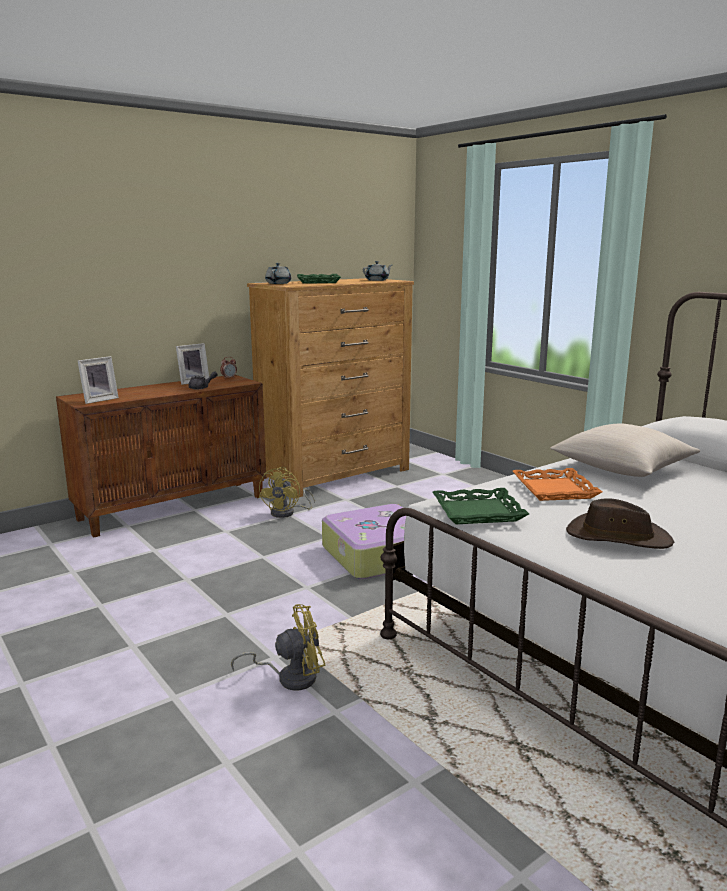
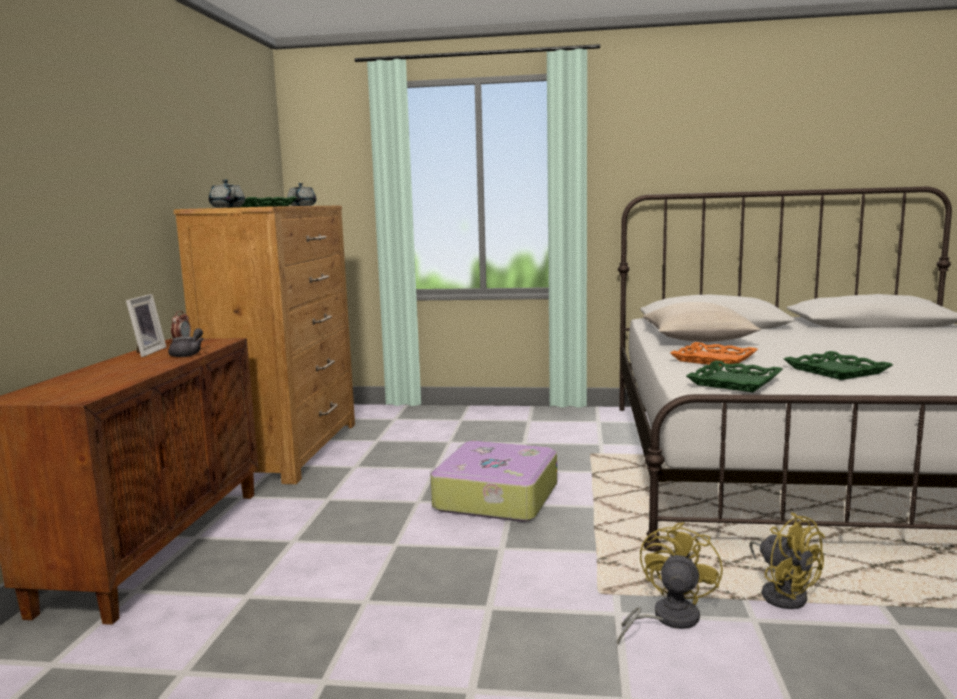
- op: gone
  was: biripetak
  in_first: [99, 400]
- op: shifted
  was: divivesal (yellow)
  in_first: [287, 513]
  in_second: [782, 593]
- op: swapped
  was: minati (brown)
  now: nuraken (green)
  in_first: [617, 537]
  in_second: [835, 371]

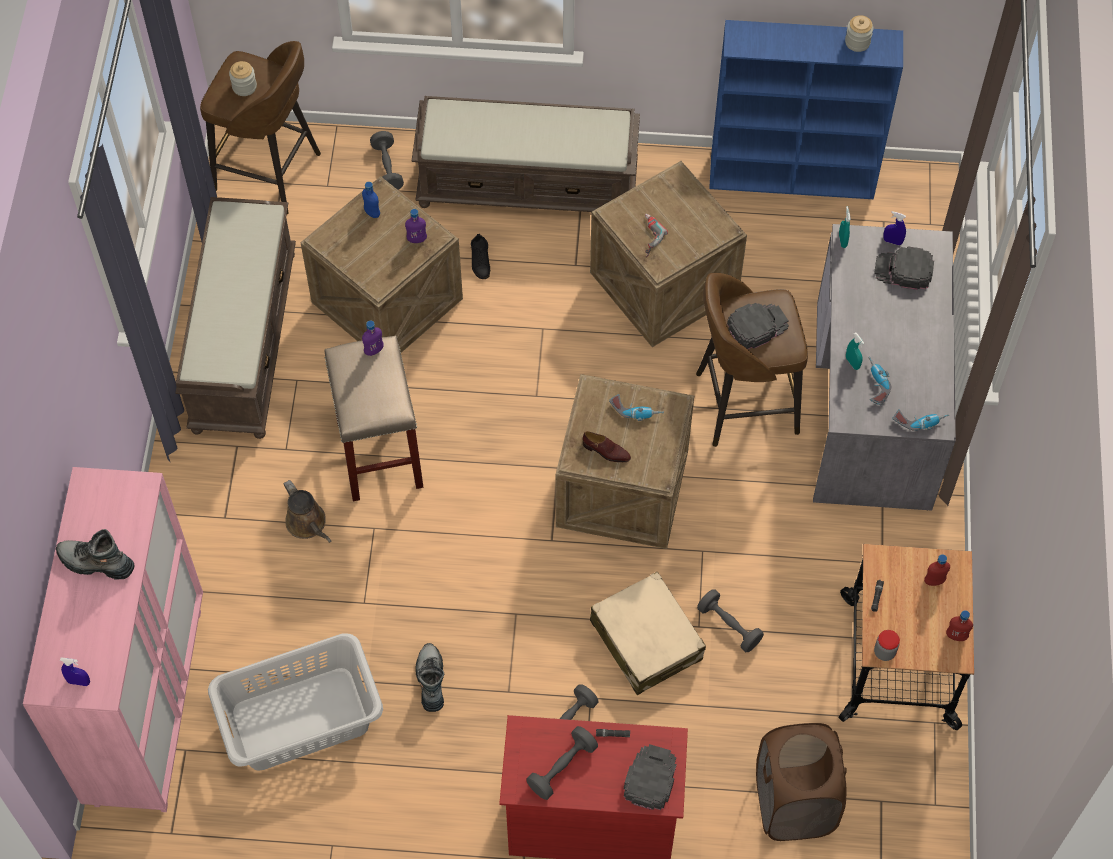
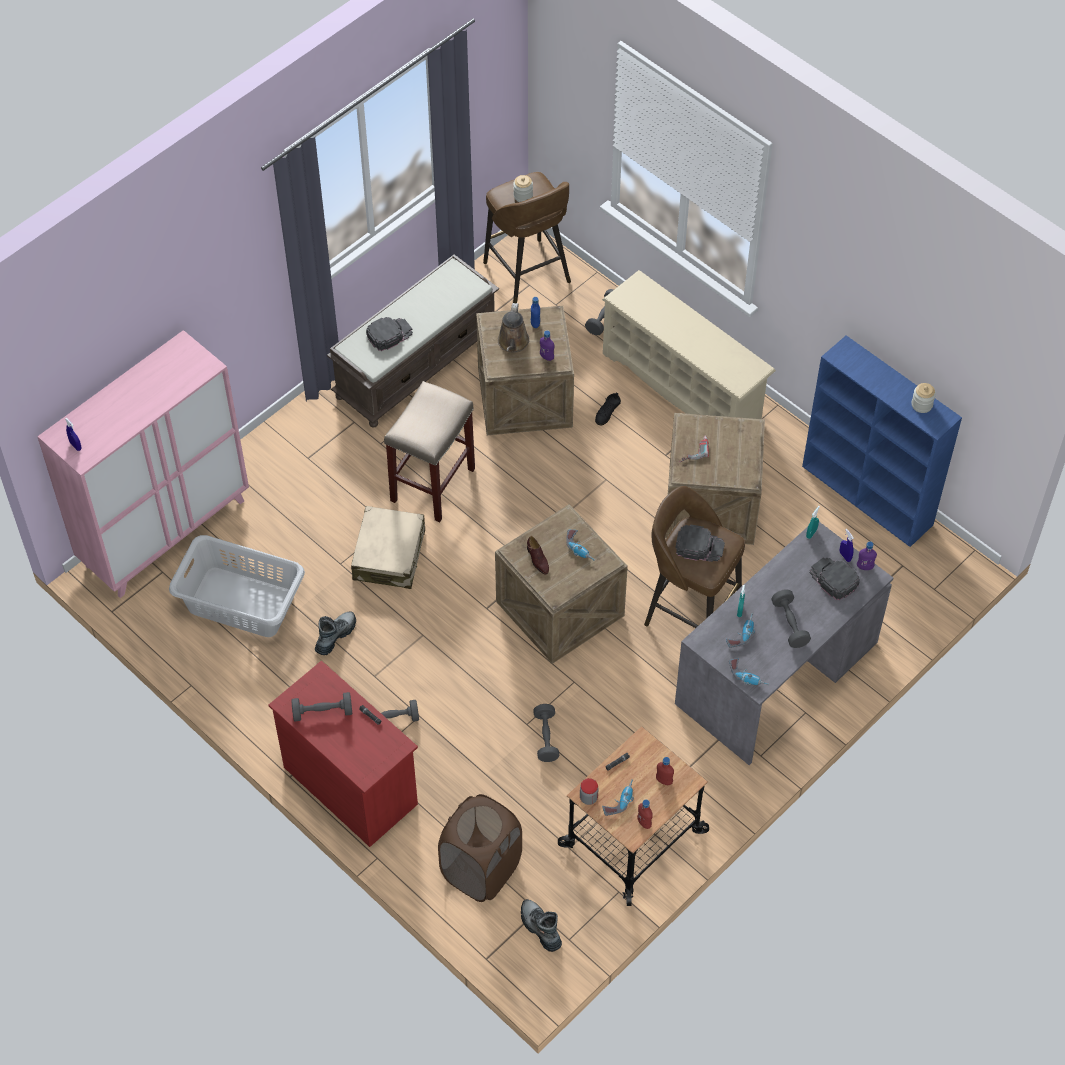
- op: swapped
  was: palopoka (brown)
  now: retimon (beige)
  in_first: [529, 185]
  in_second: [684, 386]
- op: shifted
  was: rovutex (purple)
  in_first: [374, 350]
  in_second: [864, 567]
- op: shifted
  was: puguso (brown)
  in_first: [308, 524]
  in_second: [513, 343]
- op: shifted
  was: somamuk
  in_first: [96, 563]
  in_second: [540, 928]
- op: shifted
  was: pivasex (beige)
  in_first: [646, 640]
  in_second: [389, 555]
- op: shifted
  was: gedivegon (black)
  in_first: [650, 778]
  in_second: [389, 334]
- op: new
  now: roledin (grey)
  in_second: [789, 624]
- op: new
  now: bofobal
  in_second: [619, 800]

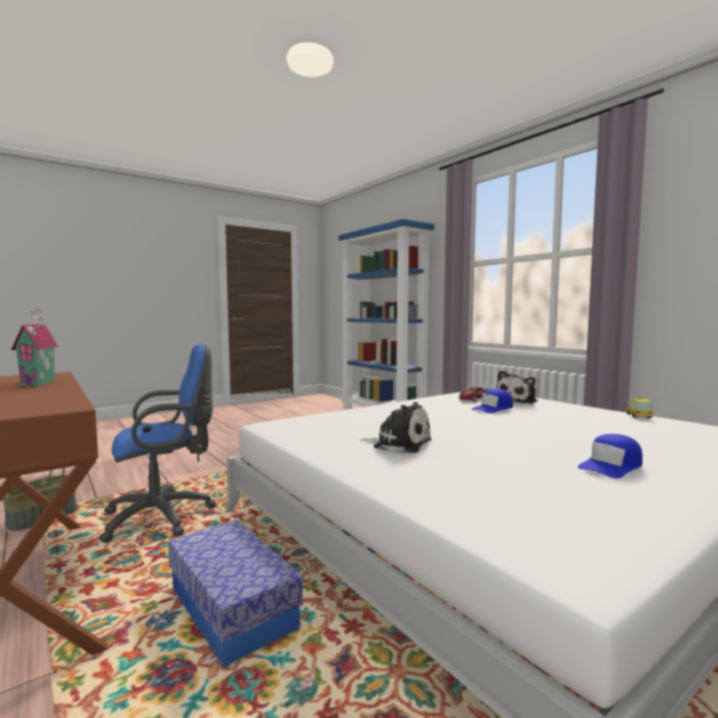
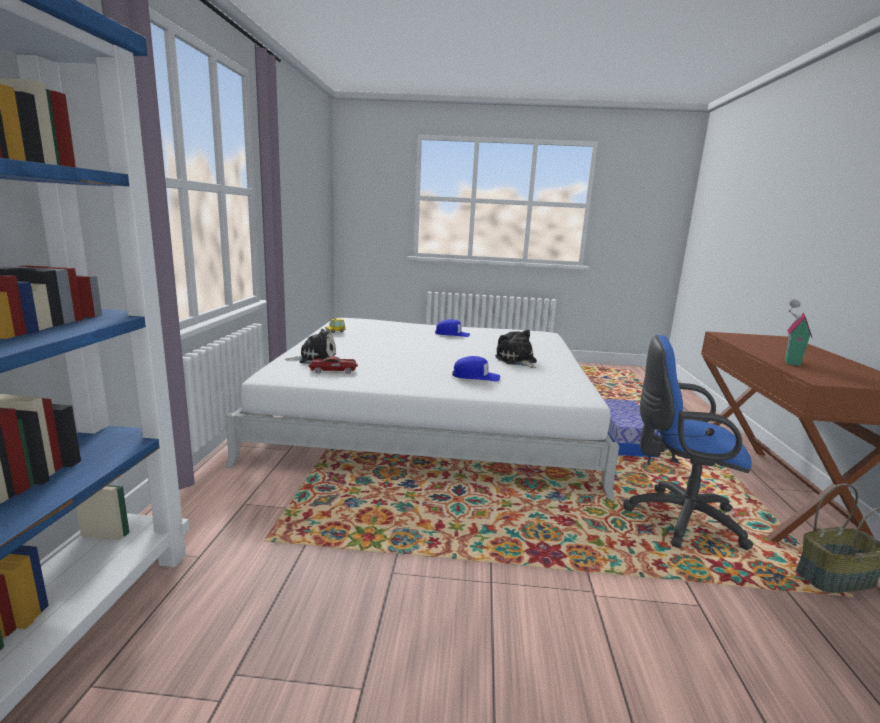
- op: shifted
  was: gedivegon (blue)
  in_first: [493, 408]
  in_second: [476, 376]

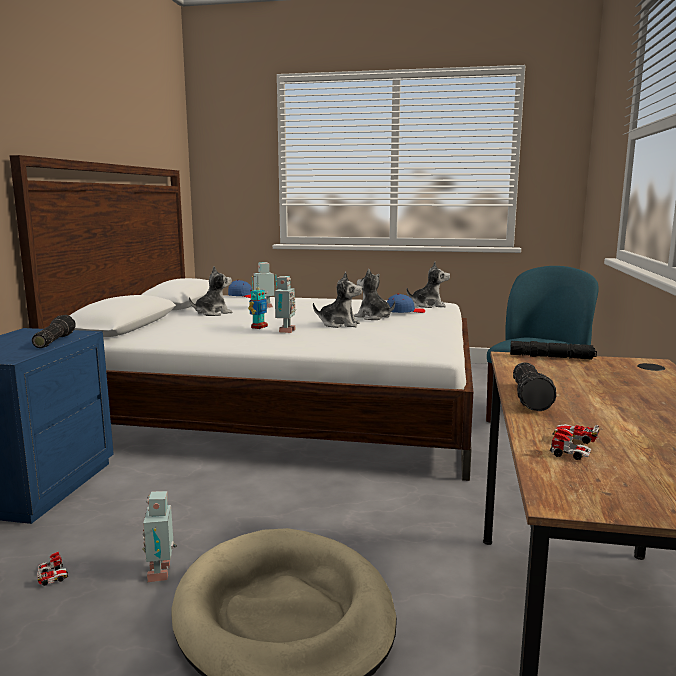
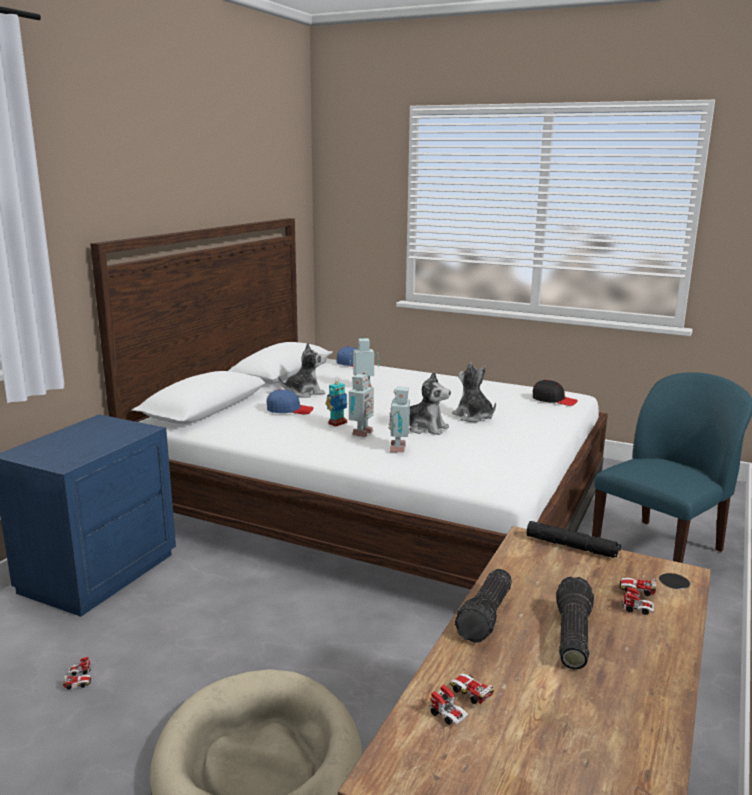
- op: swapped
  was: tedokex
  now: gedivegon (black)
  in_first: [429, 305]
  in_second: [553, 400]
- op: shifted
  was: gedivegon (blue)
  in_first: [405, 311]
  in_second: [289, 410]
- op: shifted
  was: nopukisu
  in_first: [53, 341]
  in_second: [570, 635]
- op: shifted
  was: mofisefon
  in_first: [162, 572]
  in_second: [400, 448]
- op: new
  now: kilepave
  in_second: [636, 600]

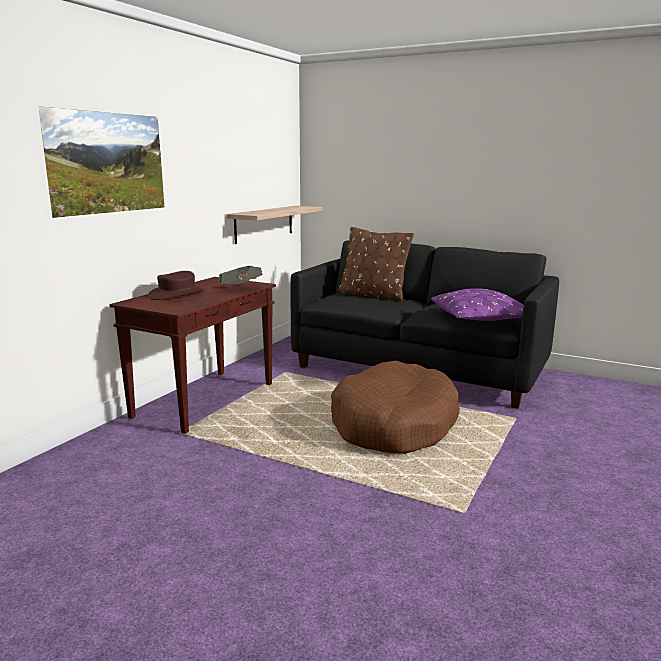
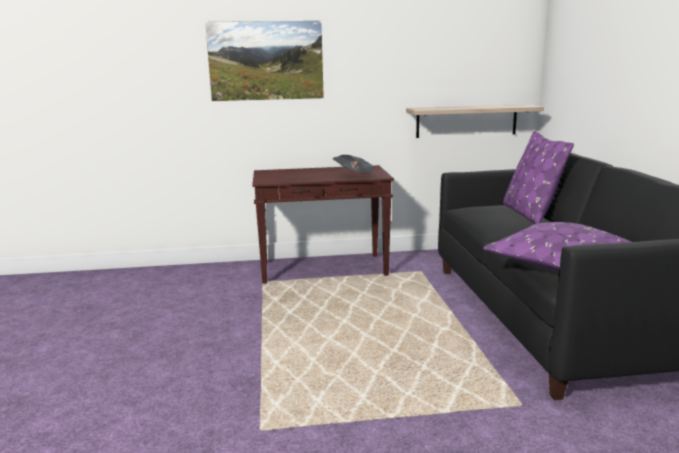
- op: repainted
  was: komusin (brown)
  now: komusin (purple)
  in_first: [373, 295]
  in_second: [530, 214]
- op: gone
  was: minati (brown)
  in_first: [177, 294]
- op: gone
  was: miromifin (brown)
  in_first: [394, 425]

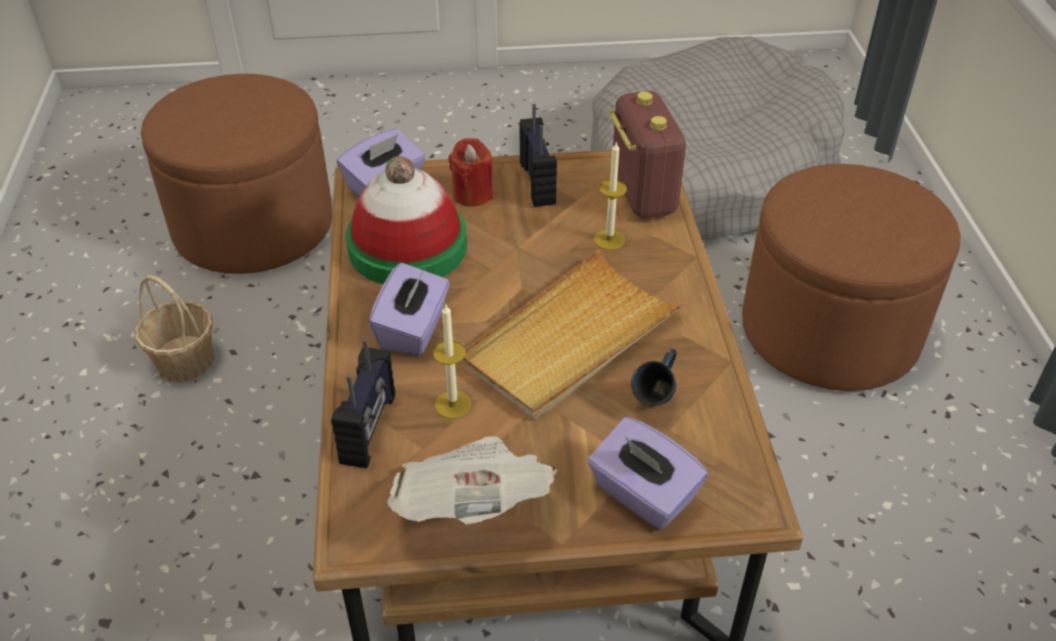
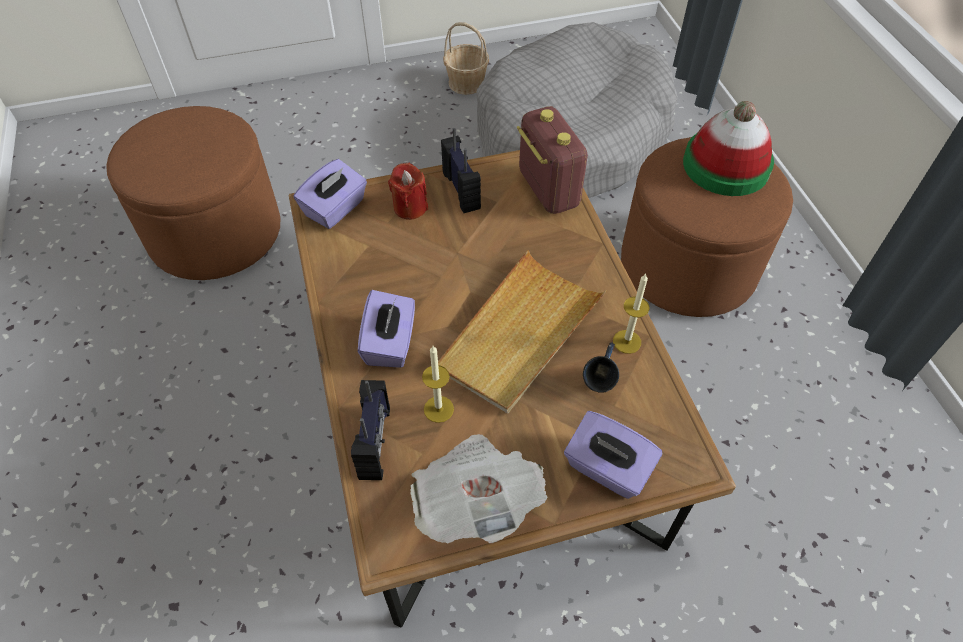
- op: shifted
  was: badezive
  in_first: [609, 239]
  in_second: [627, 341]
- op: shifted
  was: minati
  in_first: [407, 246]
  in_second: [726, 165]
- op: shifted
  was: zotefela
  in_first: [184, 360]
  in_second: [466, 83]

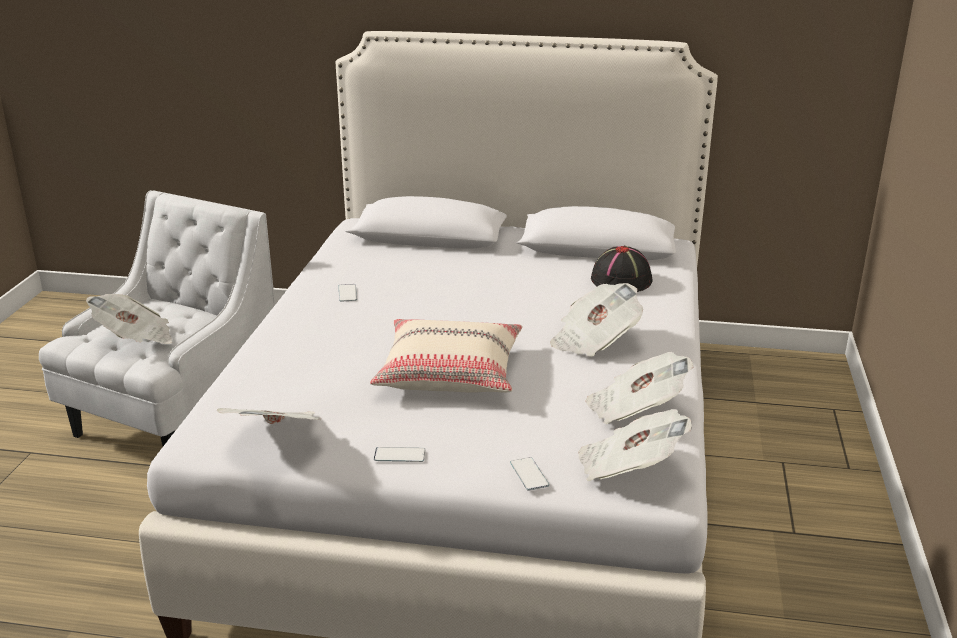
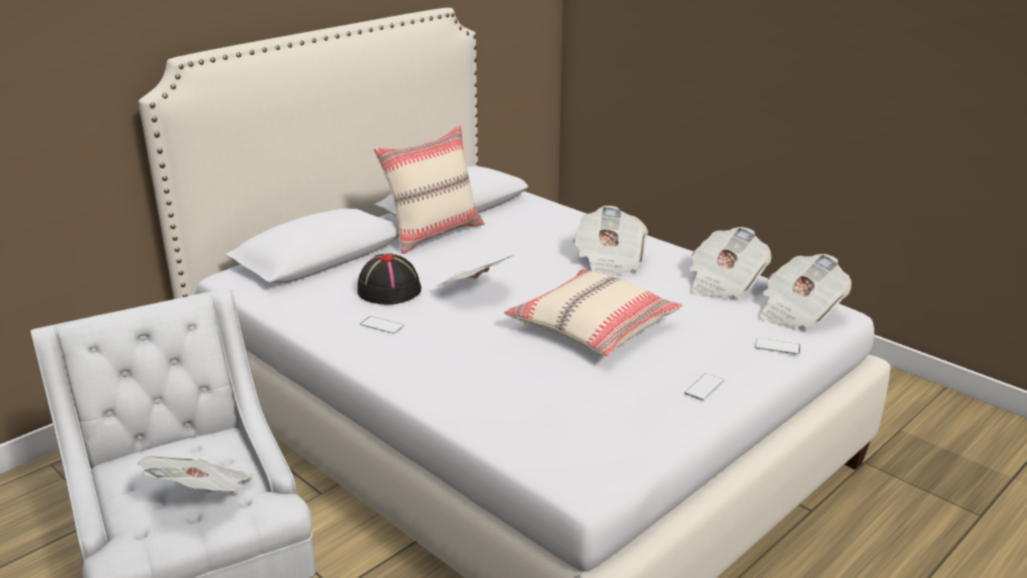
- op: shifted
  was: minati (black)
  in_first: [621, 280]
  in_second: [389, 289]
- op: shifted
  was: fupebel
  in_first: [277, 437]
  in_second: [472, 291]
- op: new
  now: komusin (beige)
  in_second: [434, 234]

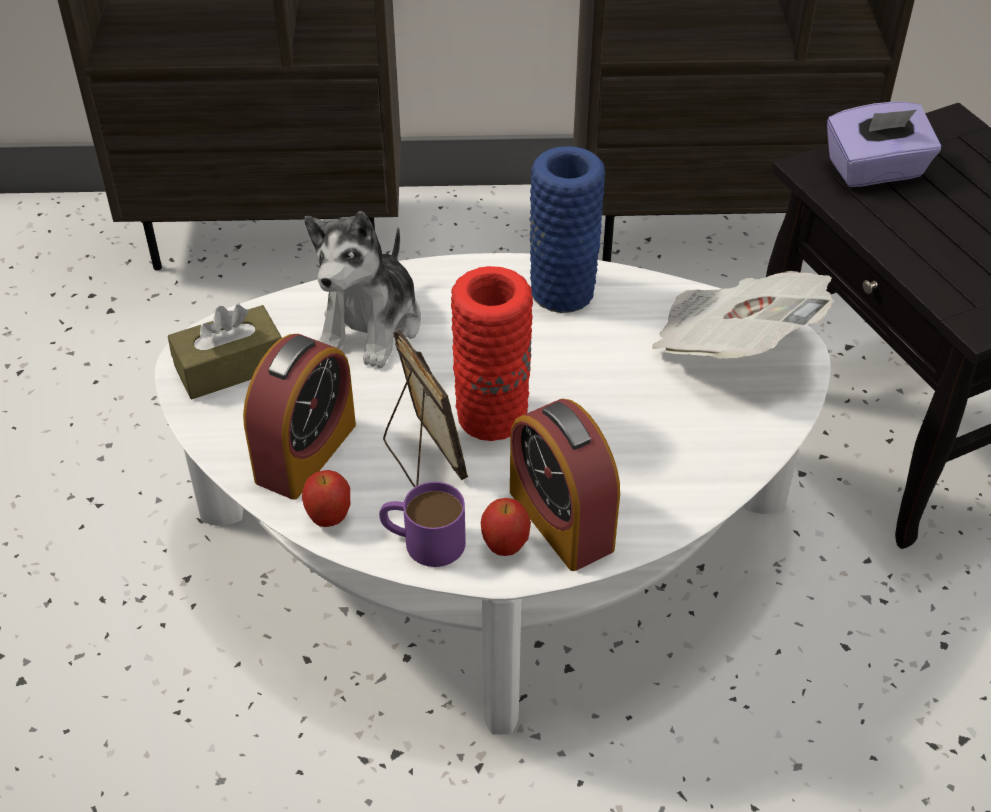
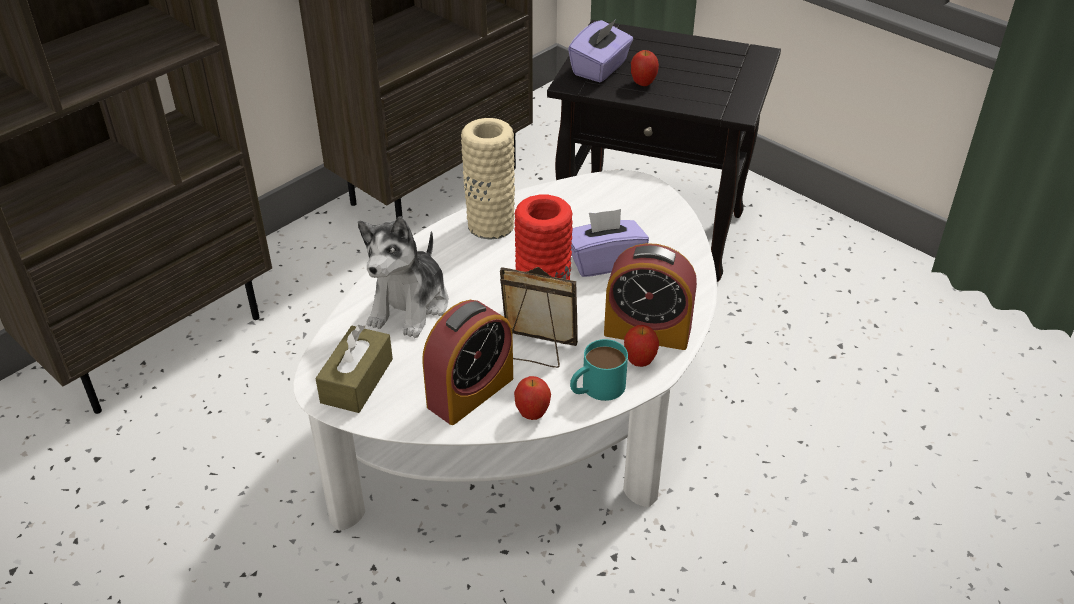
- op: repainted
  was: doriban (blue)
  now: doriban (beige)
  in_first: [562, 290]
  in_second: [490, 225]
- op: rotated
  was: tedokex
  in_first: [371, 325]
  in_second: [410, 306]
  clockwise: 45
- op: gone
  was: fupebel
  in_first: [733, 345]
- op: rotated
  was: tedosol
  in_first: [306, 452]
  in_second: [470, 392]
  clockwise: 60
- op: repainted
  was: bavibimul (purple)
  now: bavibimul (turquoise)
  in_first: [423, 540]
  in_second: [596, 388]
- op: new
  now: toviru
  in_second: [643, 83]
- op: new
  now: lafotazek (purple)
  in_second: [604, 262]

